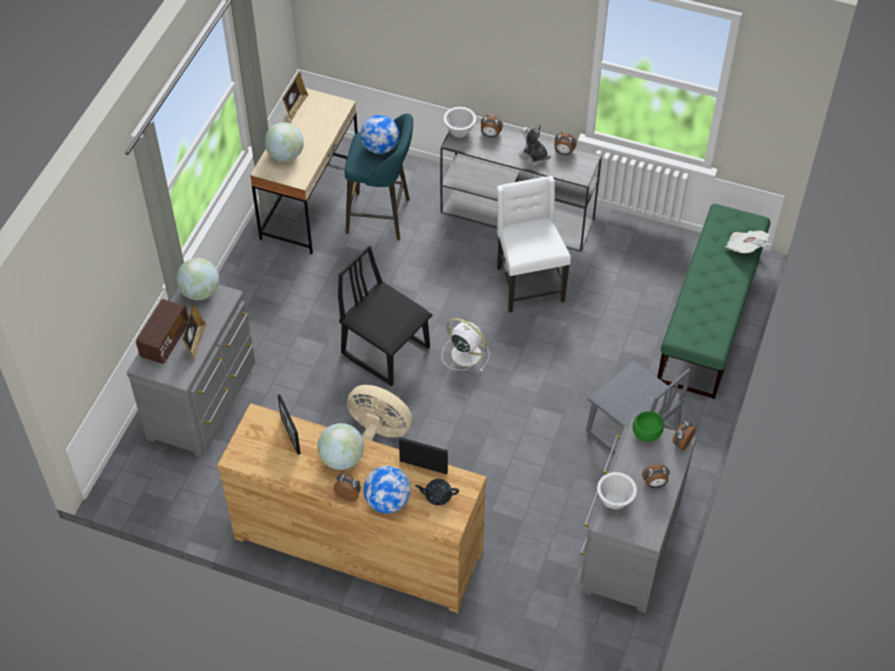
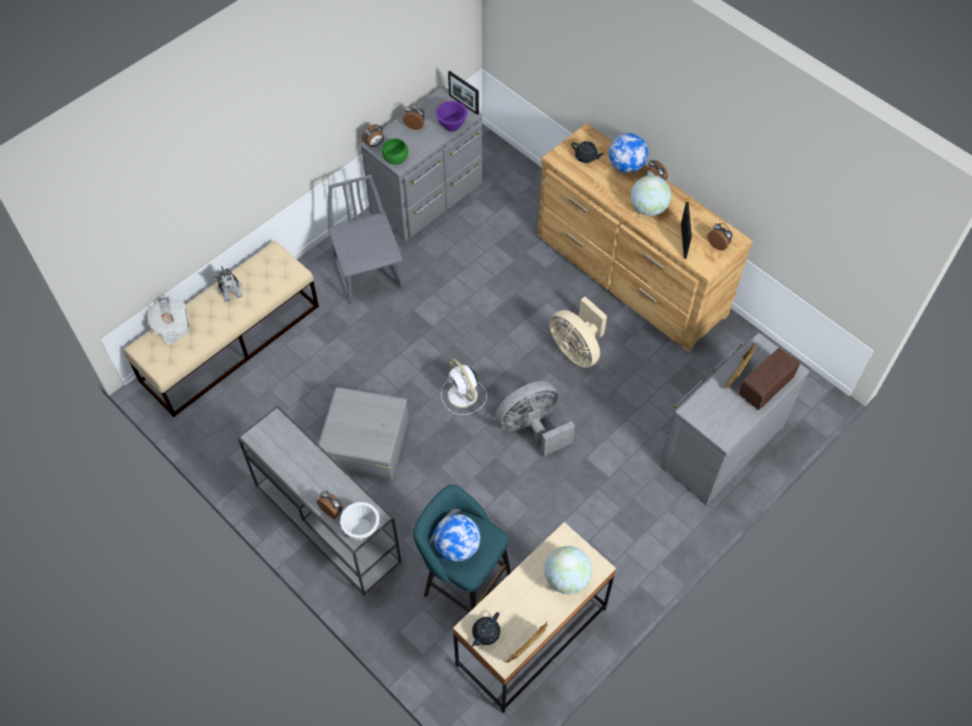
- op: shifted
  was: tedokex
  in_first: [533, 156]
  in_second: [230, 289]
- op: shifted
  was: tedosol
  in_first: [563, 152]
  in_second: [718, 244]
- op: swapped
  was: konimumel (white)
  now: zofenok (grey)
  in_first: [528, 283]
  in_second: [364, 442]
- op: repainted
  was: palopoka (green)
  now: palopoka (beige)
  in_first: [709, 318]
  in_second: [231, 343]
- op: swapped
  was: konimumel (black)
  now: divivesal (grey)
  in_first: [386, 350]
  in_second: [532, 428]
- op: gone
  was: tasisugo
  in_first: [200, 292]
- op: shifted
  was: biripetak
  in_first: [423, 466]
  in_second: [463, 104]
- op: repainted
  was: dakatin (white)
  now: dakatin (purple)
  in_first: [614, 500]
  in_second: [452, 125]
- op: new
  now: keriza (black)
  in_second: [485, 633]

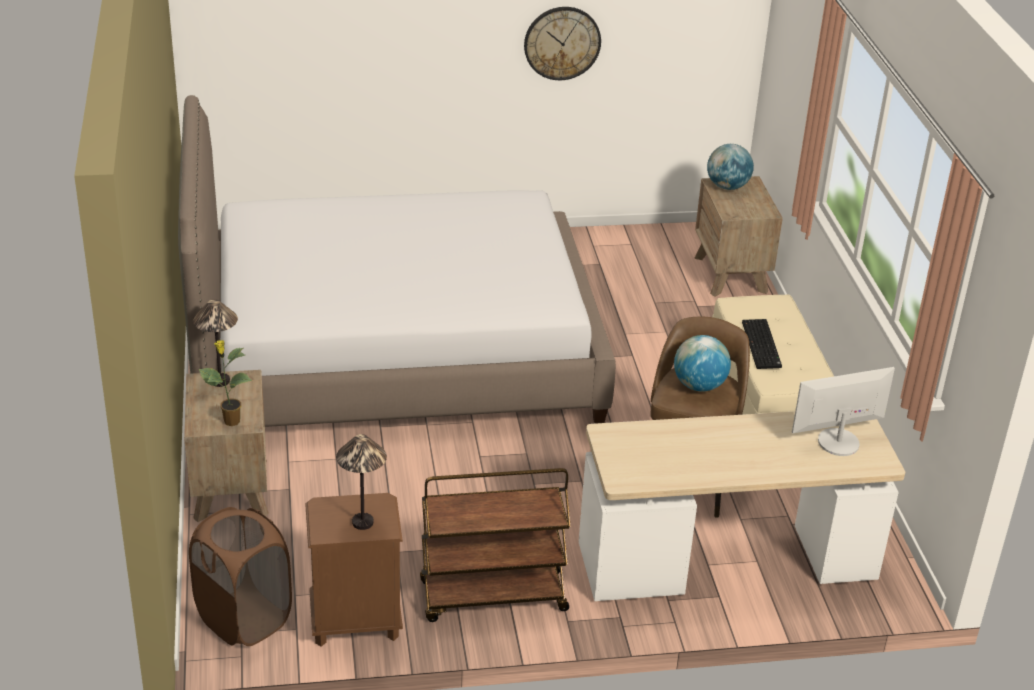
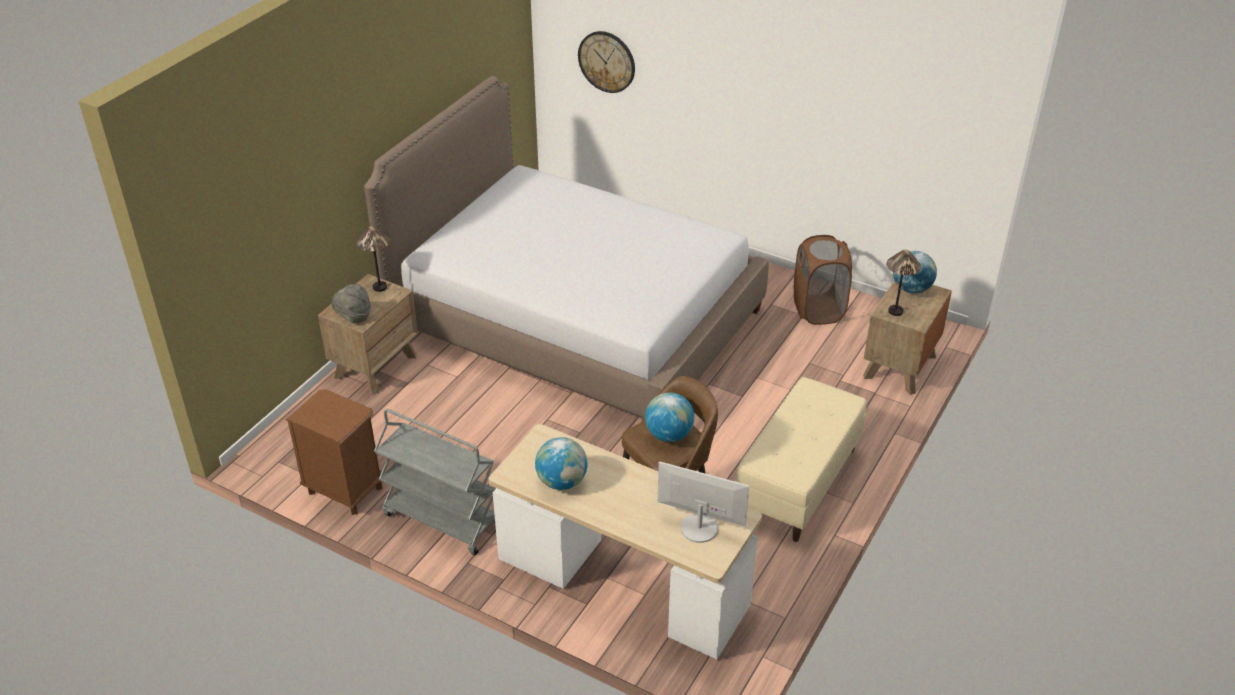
- op: shifted
  was: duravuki
  in_first: [562, 43]
  in_second: [607, 61]
- op: gone
  was: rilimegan
  in_first: [762, 345]
- op: swapped
  was: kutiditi
  now: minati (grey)
  in_first: [230, 421]
  in_second: [353, 317]
- op: shifted
  was: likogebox
  in_first: [363, 522]
  in_second: [895, 311]
- op: repainted
  was: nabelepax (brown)
  now: nabelepax (grey)
  in_first: [492, 597]
  in_second: [441, 520]
- op: shifted
  was: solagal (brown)
  in_first: [244, 619]
  in_second: [818, 310]
- op: new
  now: tasisugo
  in_second: [562, 482]

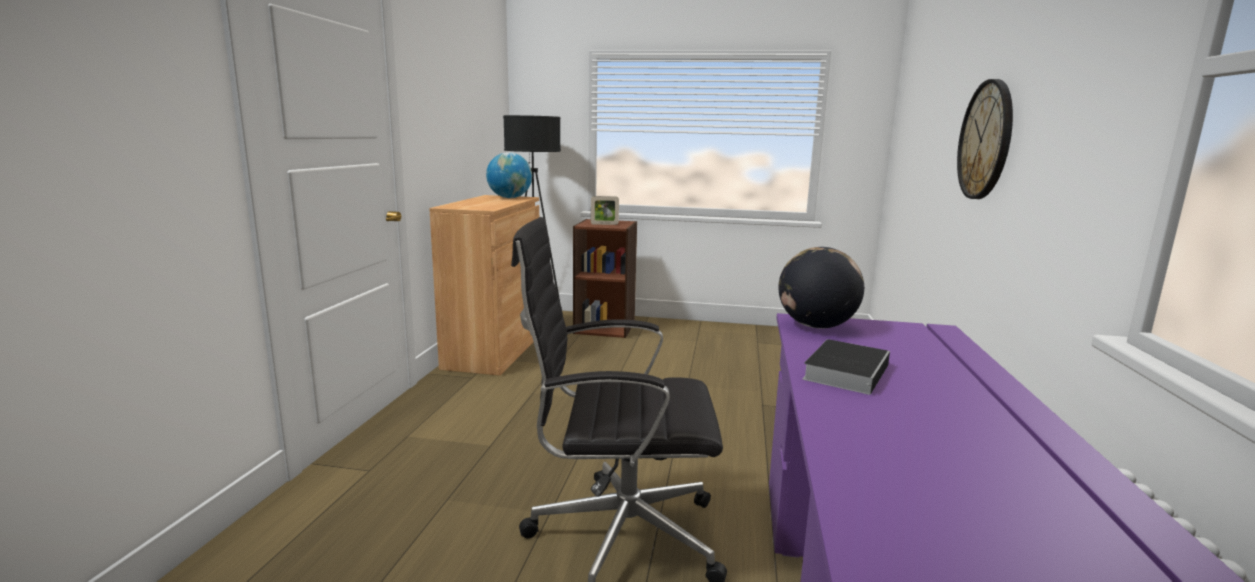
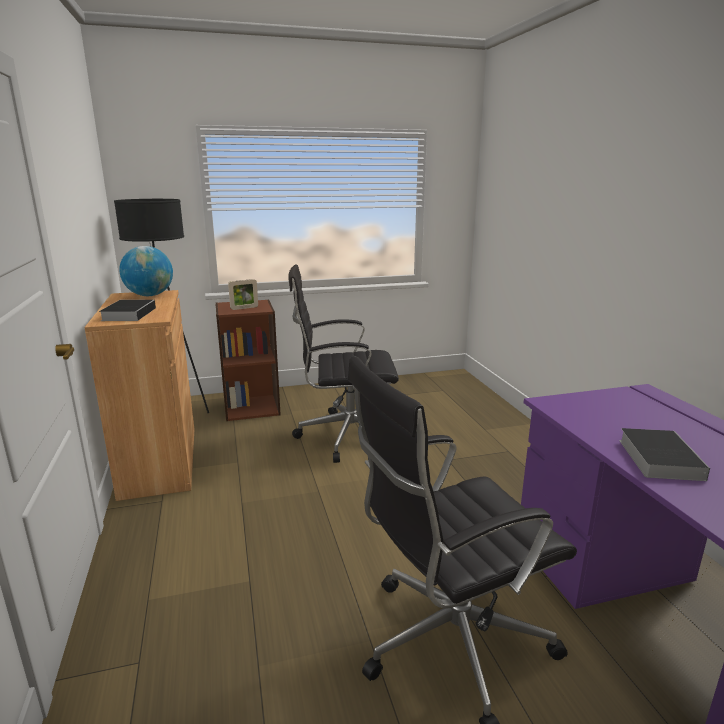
- op: gone
  was: duravuki
  in_first: [986, 140]
- op: gone
  was: tasisugo
  in_first: [816, 326]
- op: new
  now: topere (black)
  in_second: [346, 435]
- op: new
  now: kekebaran
  in_second: [129, 314]

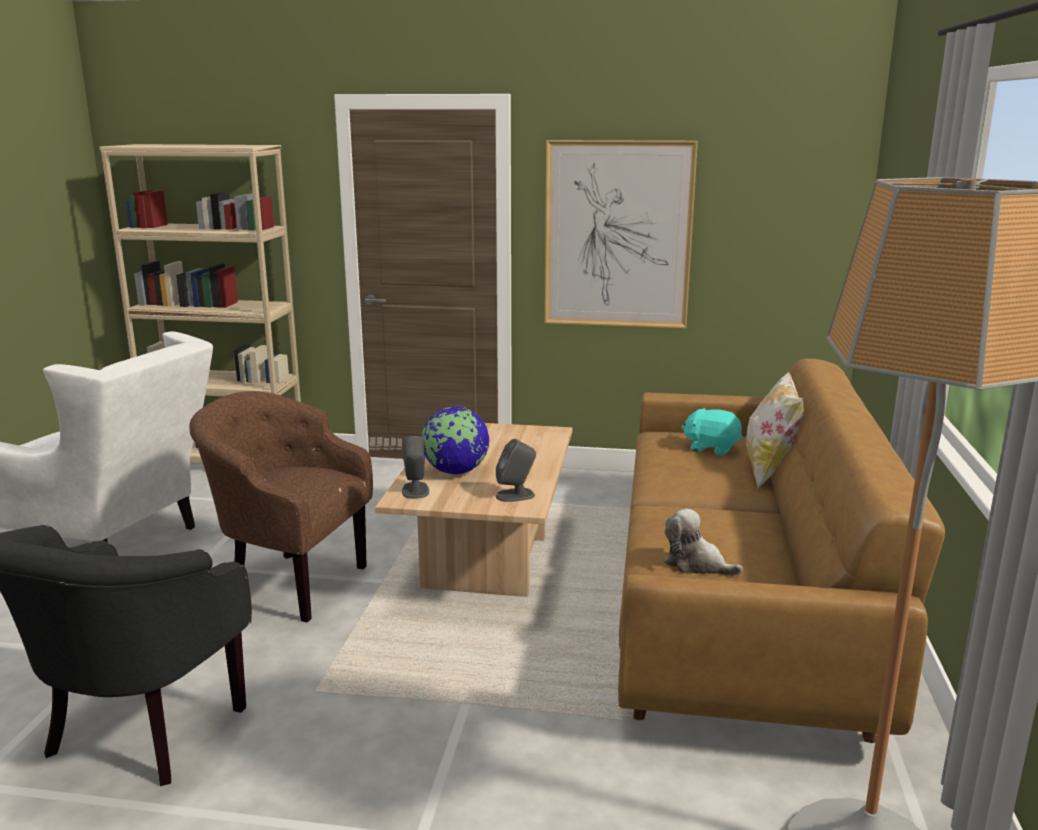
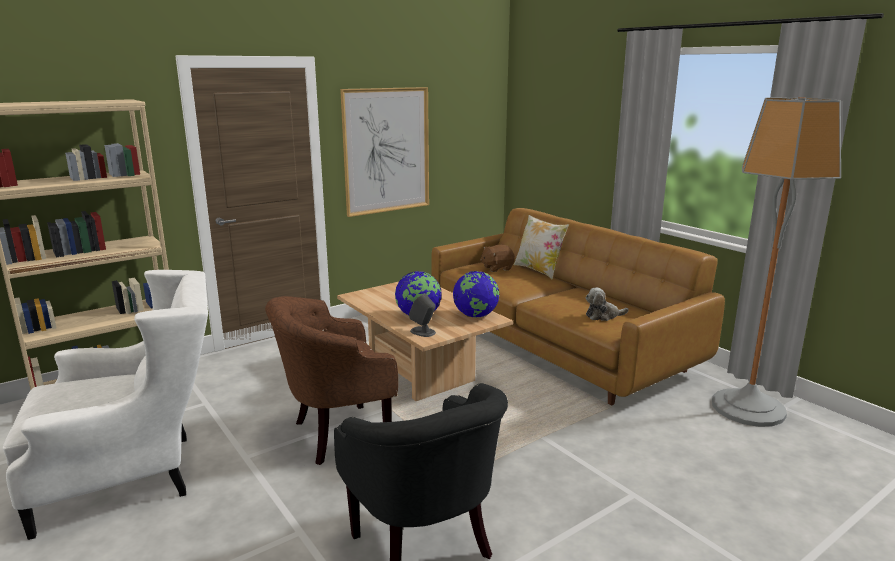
- op: repainted
  was: tedokex (turquoise)
  now: tedokex (brown)
  in_first: [711, 448]
  in_second: [497, 268]
- op: swapped
  was: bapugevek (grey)
  now: tasisugo
  in_first: [515, 495]
  in_second: [475, 315]

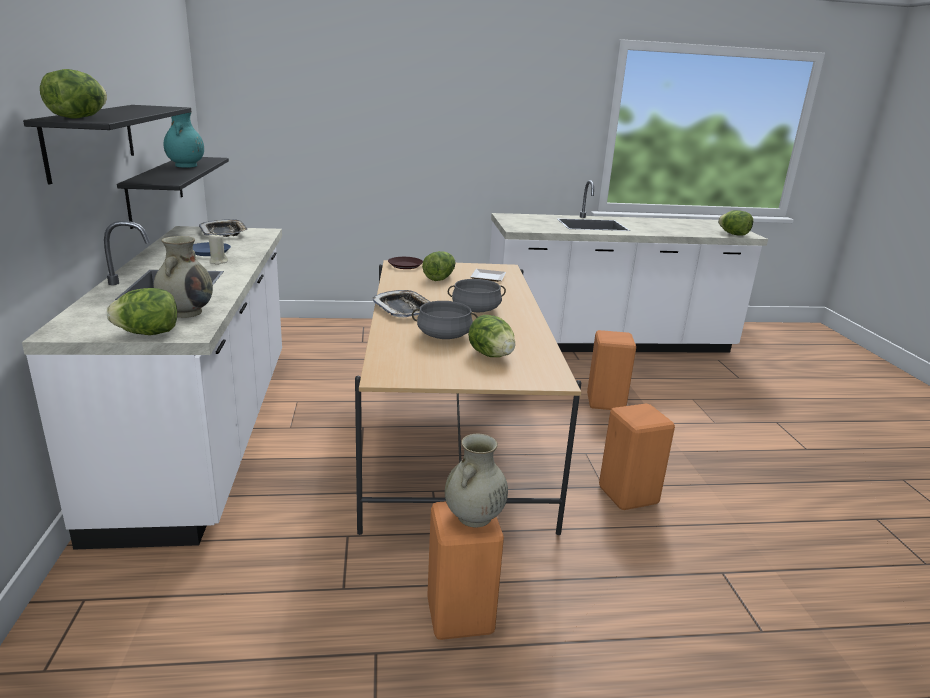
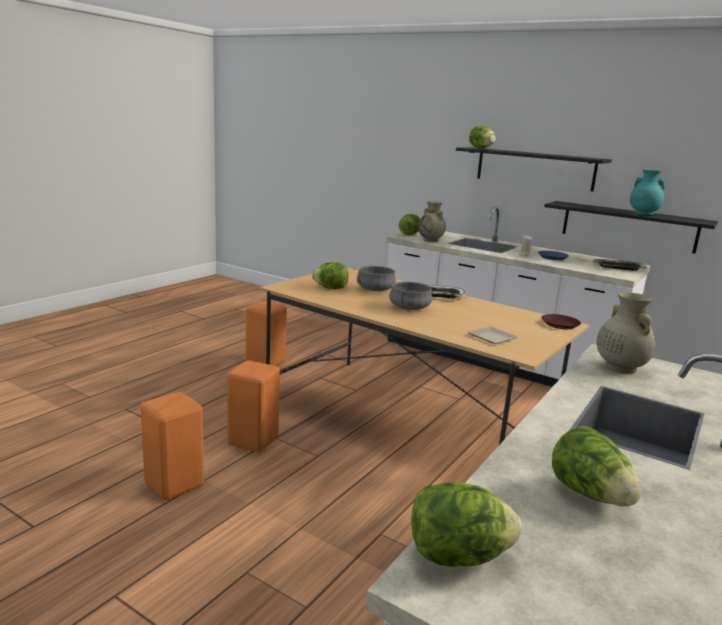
- op: shifted
  was: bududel
  in_first: [440, 278]
  in_second: [590, 495]
- op: shifted
  was: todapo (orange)
  in_first: [607, 403]
  in_second: [172, 484]
- op: shifted
  was: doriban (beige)
  in_first: [474, 517]
  in_second: [620, 367]

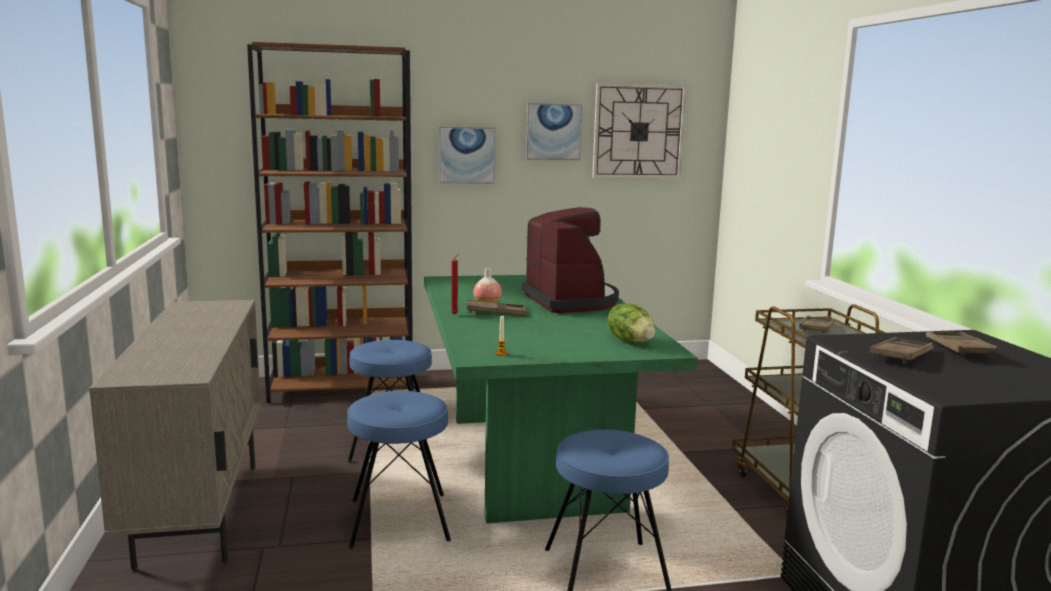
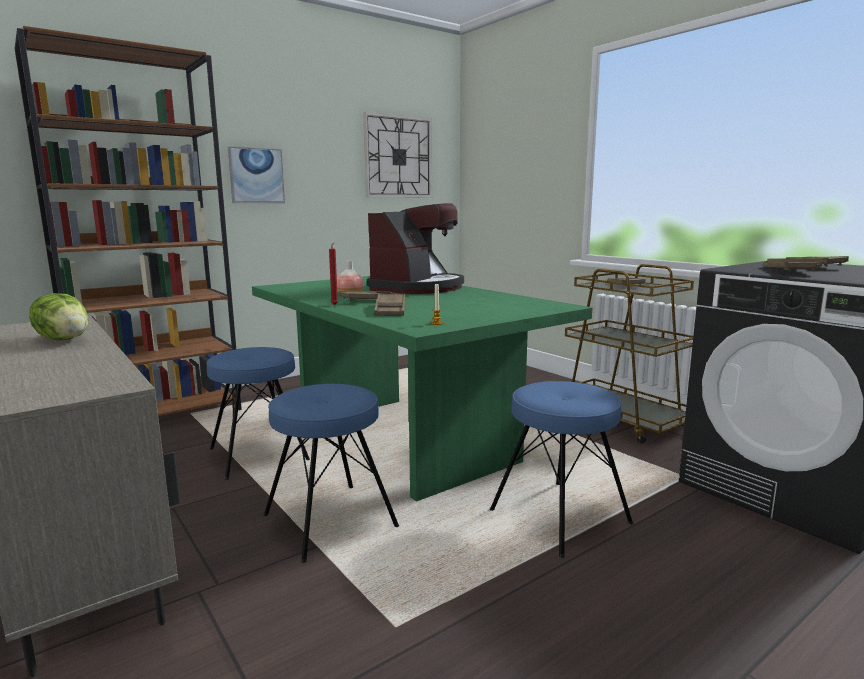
- op: gone
  was: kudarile
  in_first: [553, 131]
- op: rotated
  was: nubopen
  in_first: [571, 301]
  in_second: [418, 288]
  clockwise: 75
- op: shifted
  was: bududel
  in_first: [631, 341]
  in_second: [65, 339]
- op: new
  now: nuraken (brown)
  in_second: [390, 310]

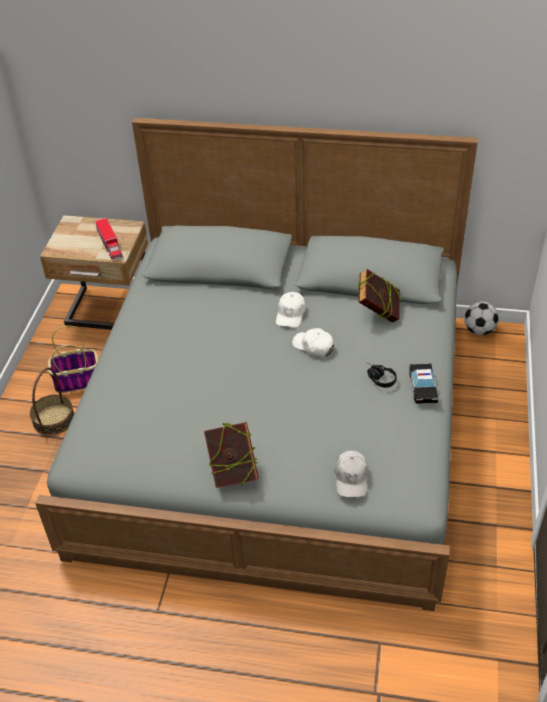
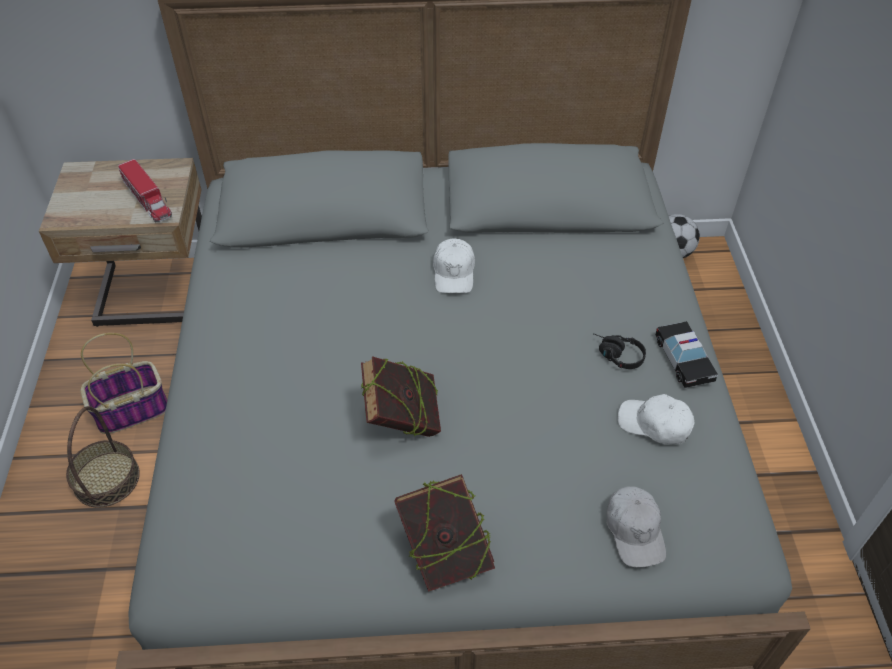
- op: shifted
  was: kekebaran
  in_first: [378, 314]
  in_second: [402, 422]
- op: shifted
  was: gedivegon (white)
  in_first: [313, 346]
  in_second: [654, 424]

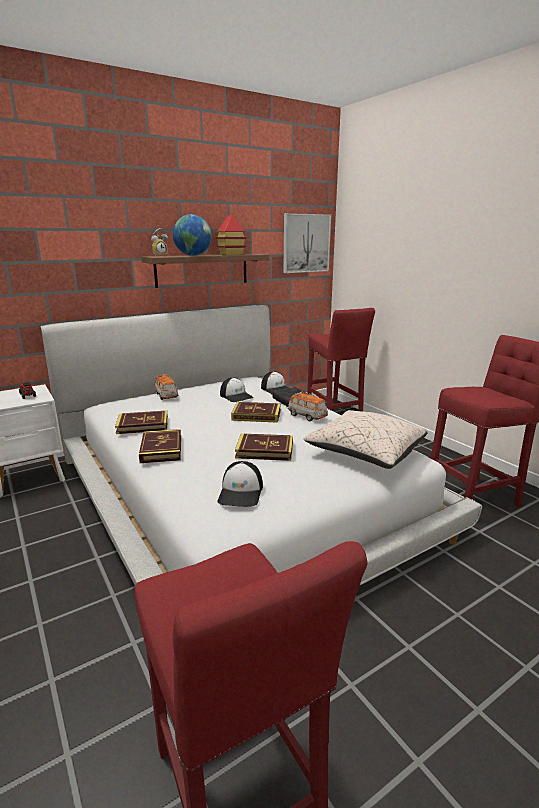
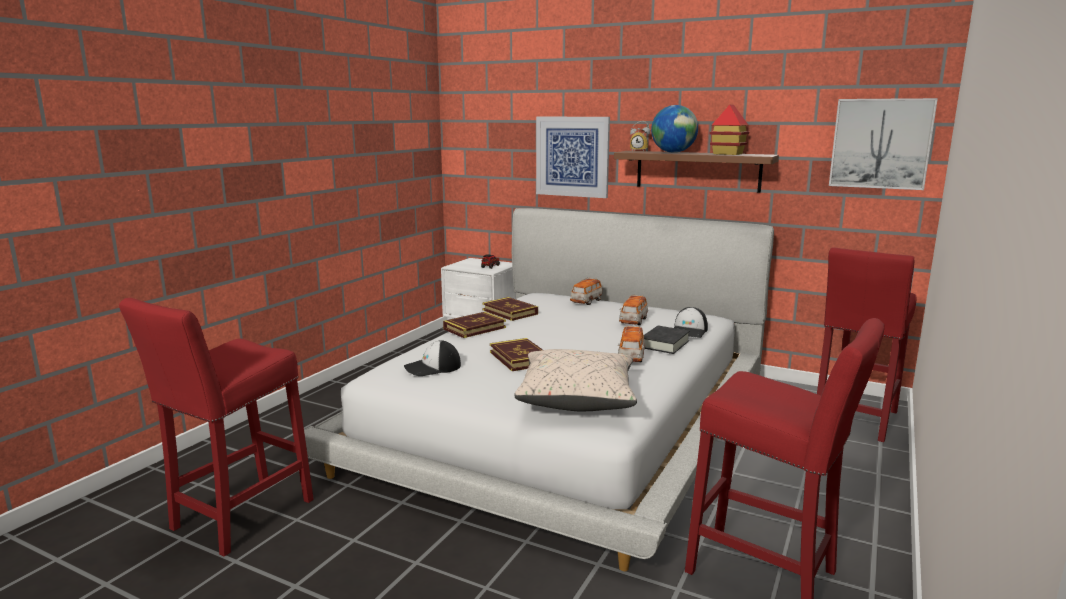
- op: swapped
  was: gedivegon
  now: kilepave
  in_first: [236, 396]
  in_second: [633, 321]
- op: gone
  was: kekebaran
  in_first: [256, 415]
- op: new
  now: kudarile
  in_second: [572, 156]

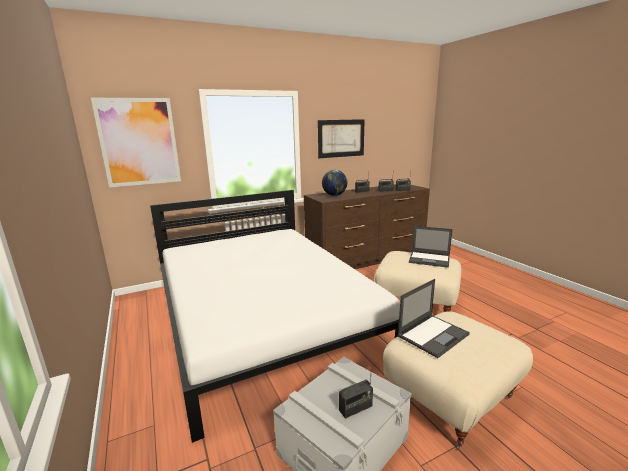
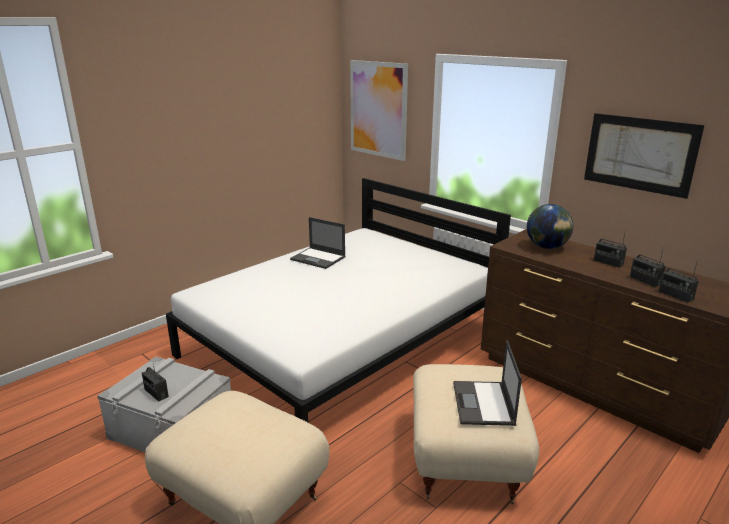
- op: shifted
  was: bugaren
  in_first: [433, 335]
  in_second: [318, 258]

